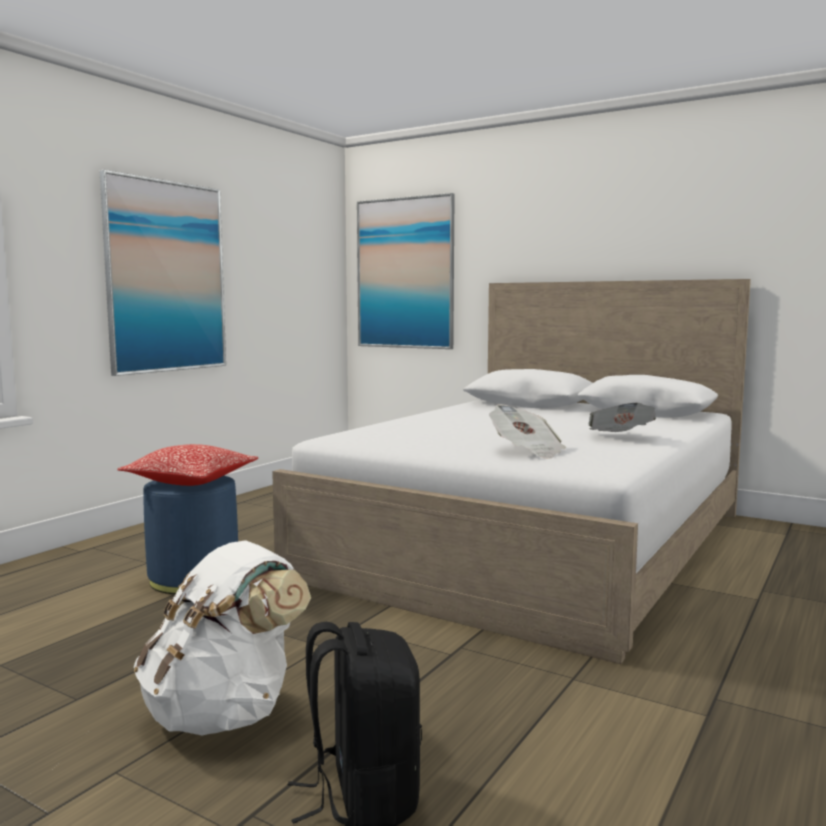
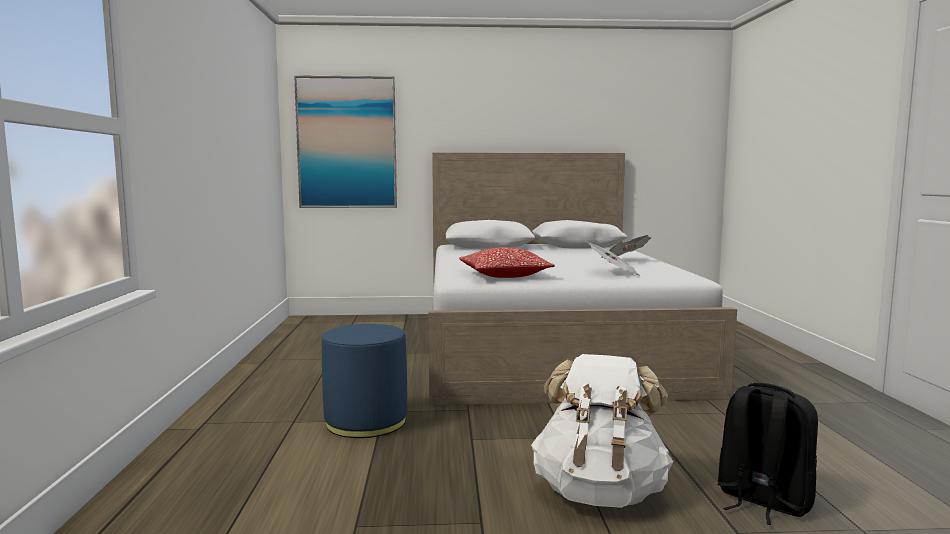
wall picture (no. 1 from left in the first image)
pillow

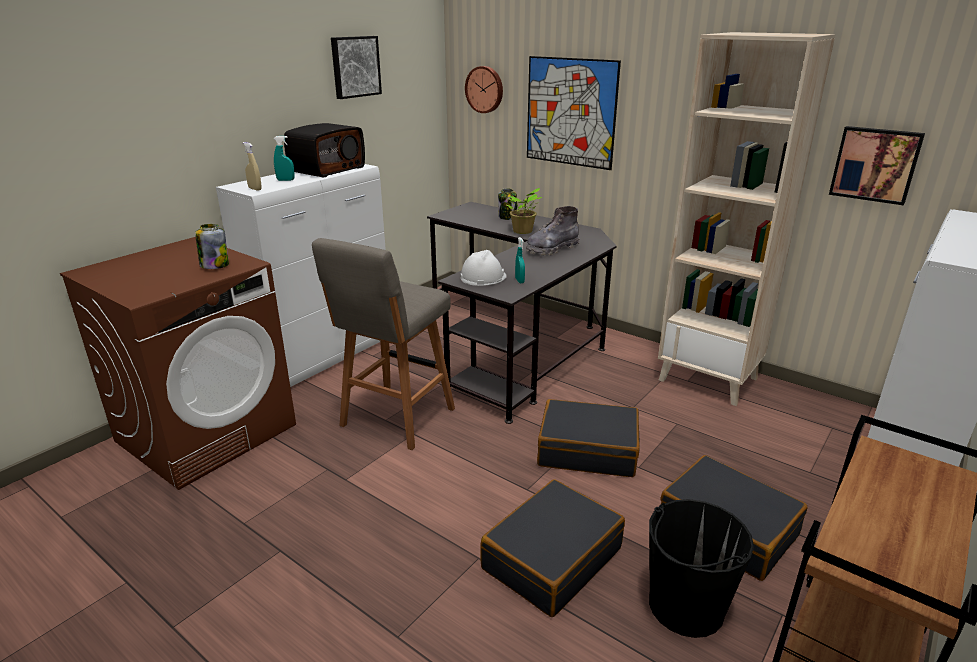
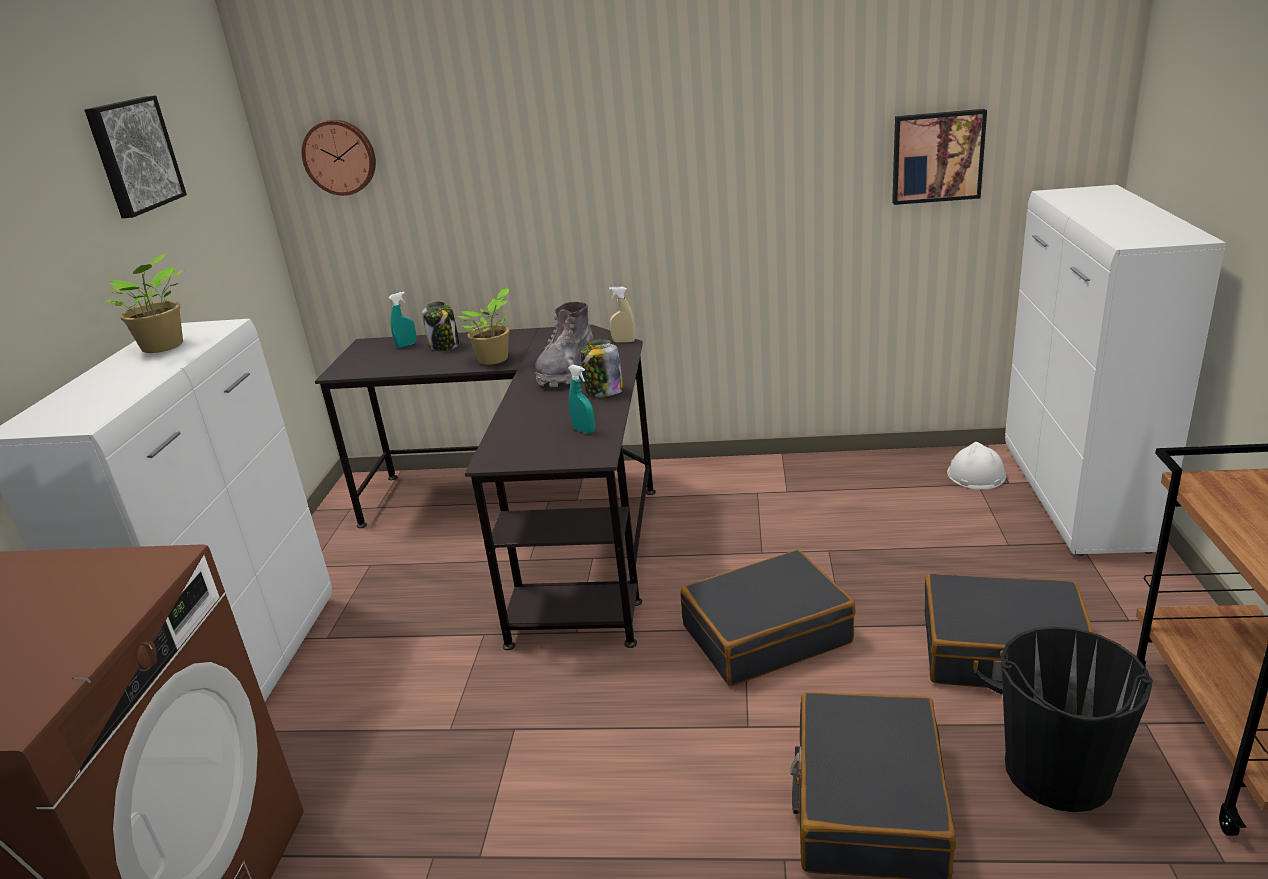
storage jar (no. 2 from left)
beige-coloured hand sprayer
turquoise hand sprayer (no. 1 from left)
houseplant (no. 1 from left)
gray stool seat
white-coloured hard hat
wall picture (no. 2 from left in the first image)
beige-coloured bookcase

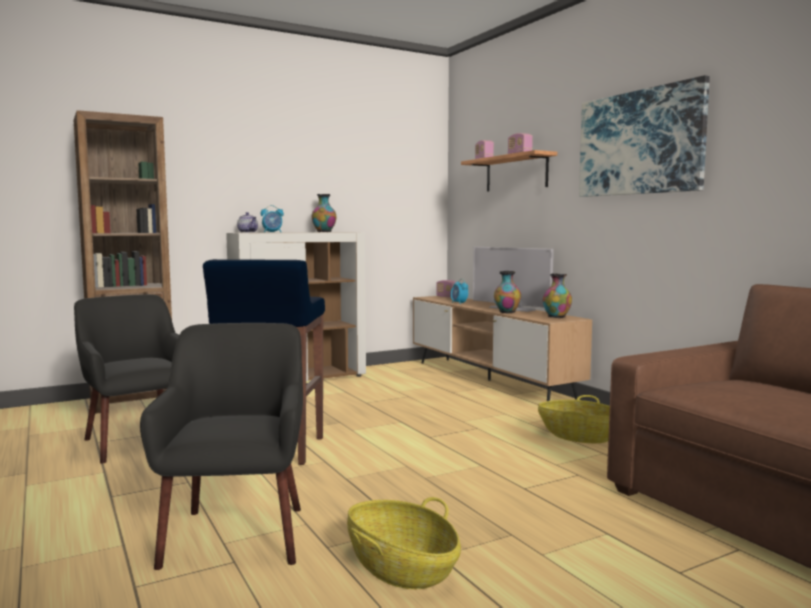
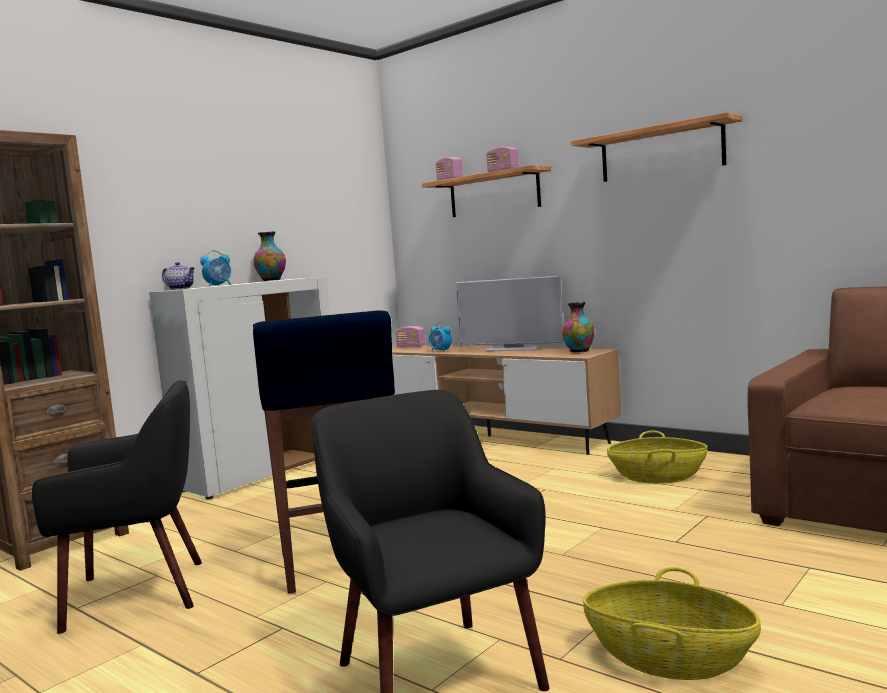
black-coloured armchair (no. 1 from left)
flower vase (no. 2 from left in the first image)
bracket shelf (no. 2 from left)

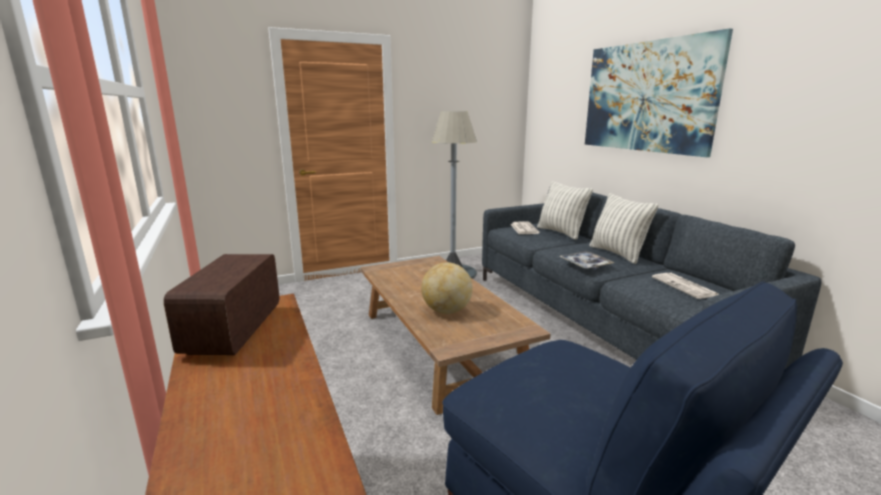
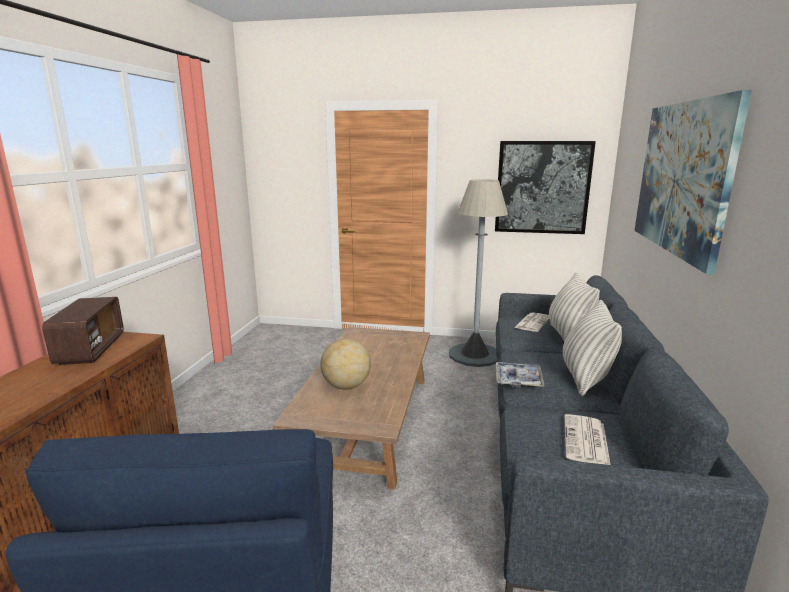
radio
wall picture (no. 1 from left)

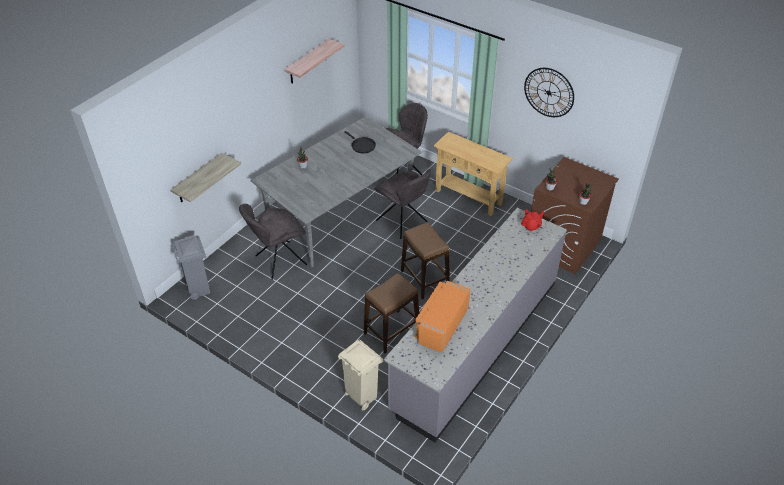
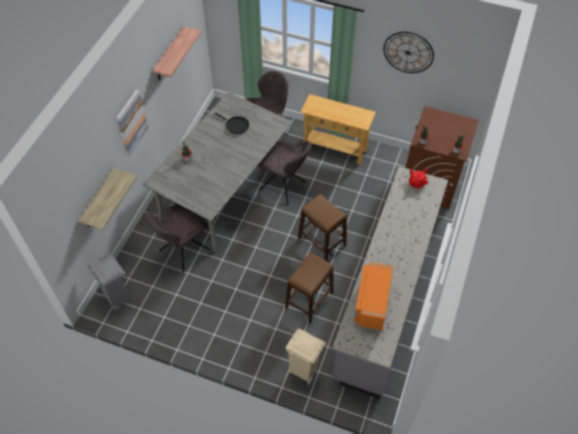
wall picture

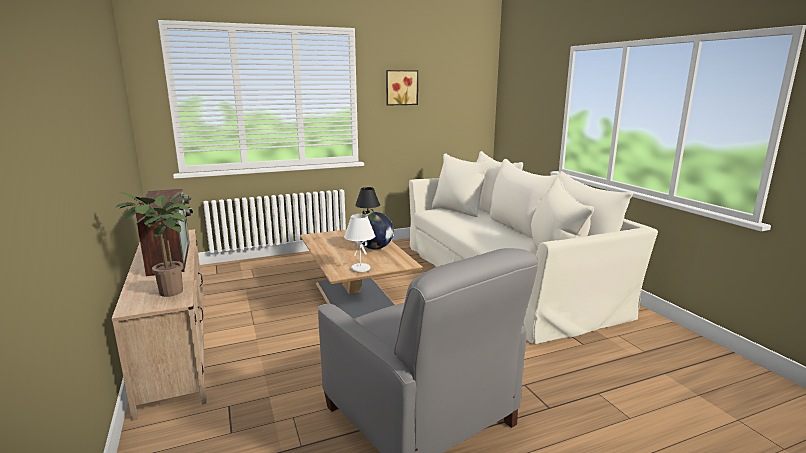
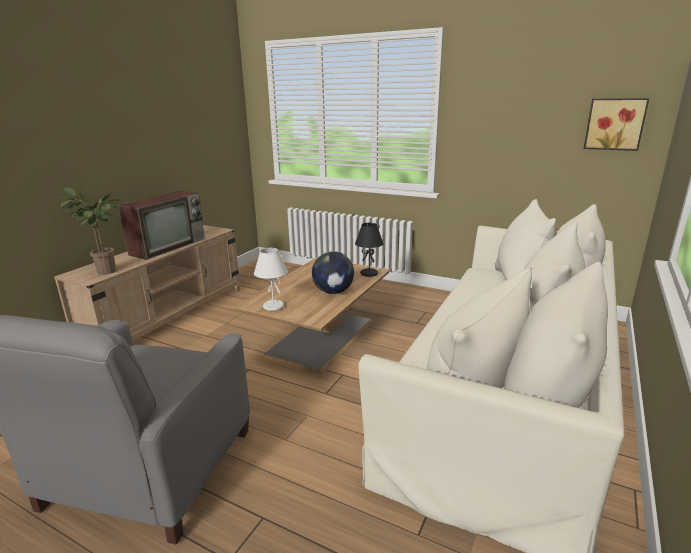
wall picture

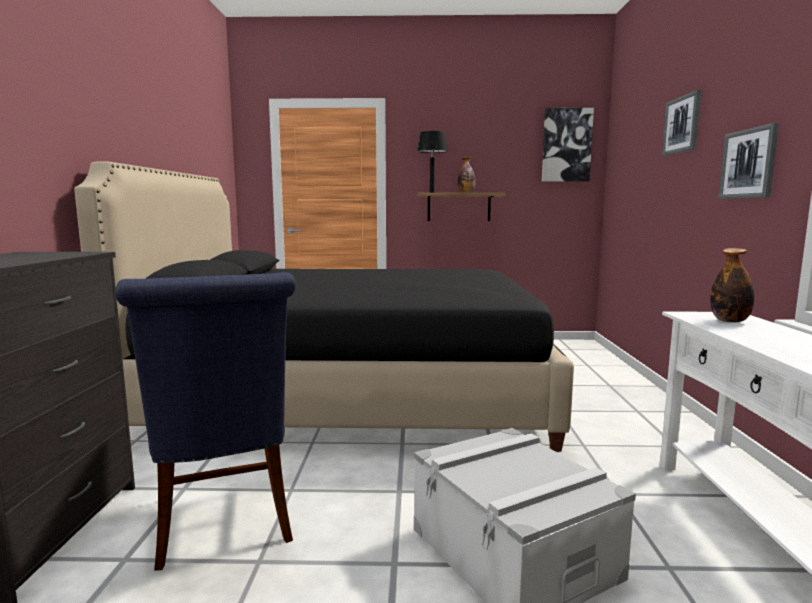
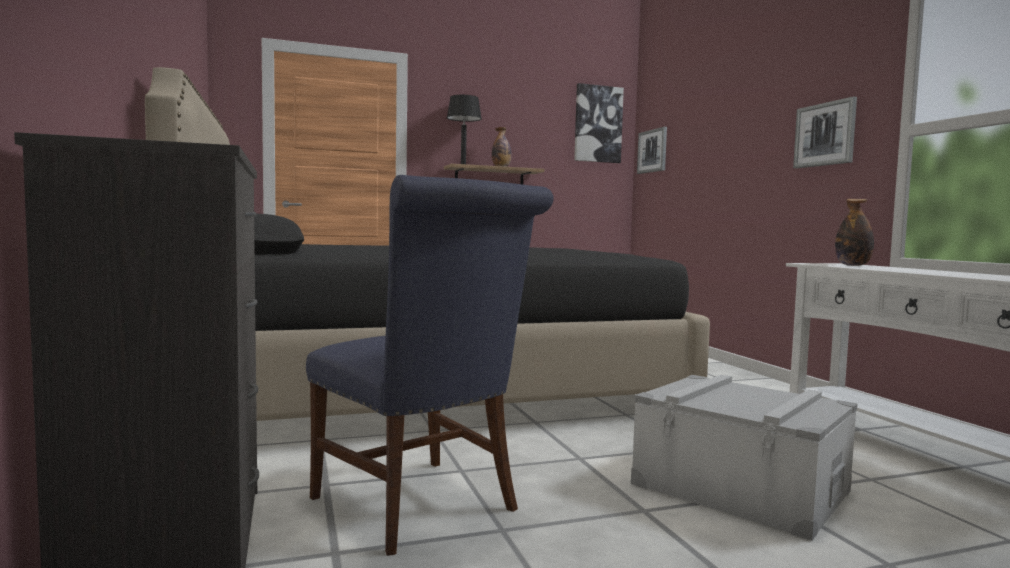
wall picture (no. 2 from left)

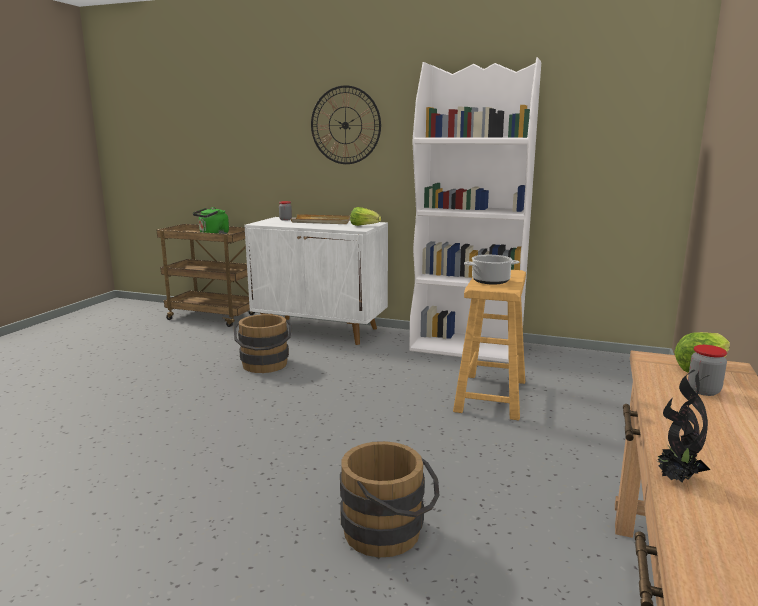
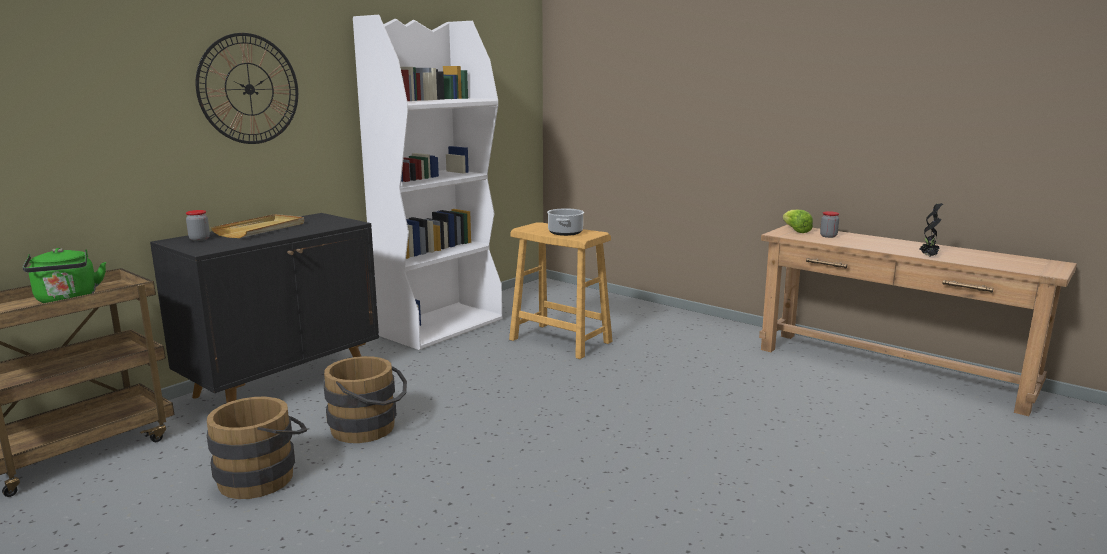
black-coloured storage cabinet
brown water bucket (no. 1 from left)
lettuce head (no. 1 from left in the first image)

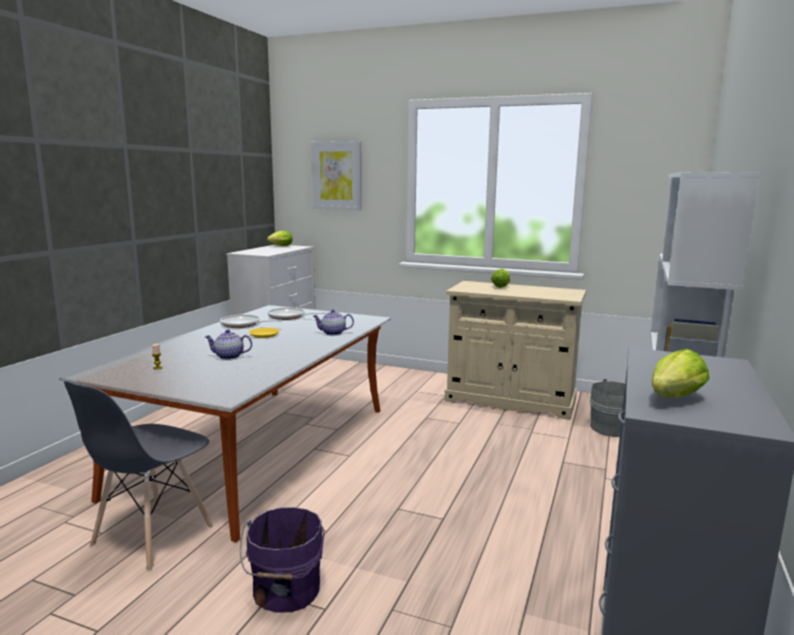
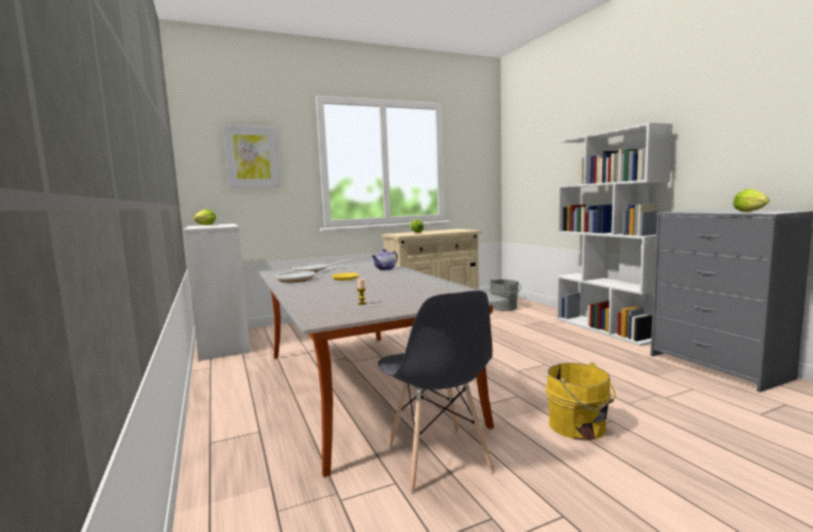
tea pot (no. 1 from left in the first image)
yellow-coloured water bucket

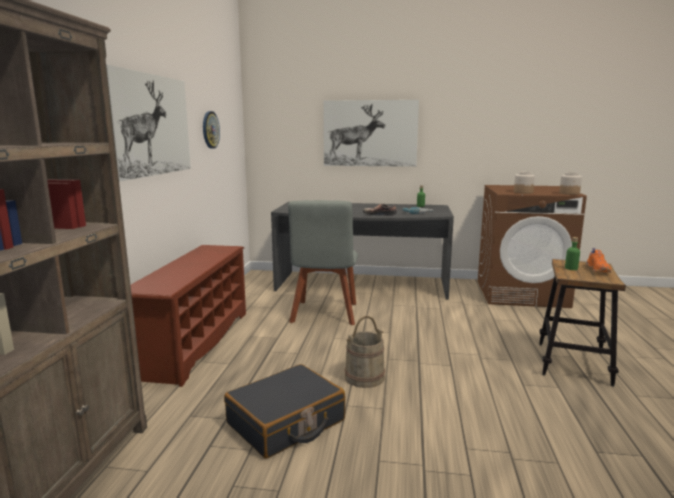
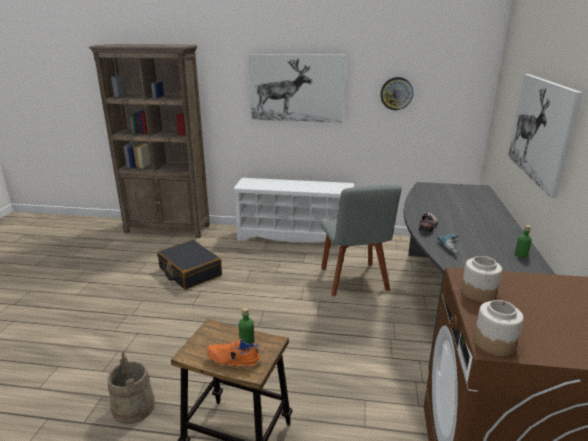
white-coloured shoe rack
gray chair
beige-coloured water bucket

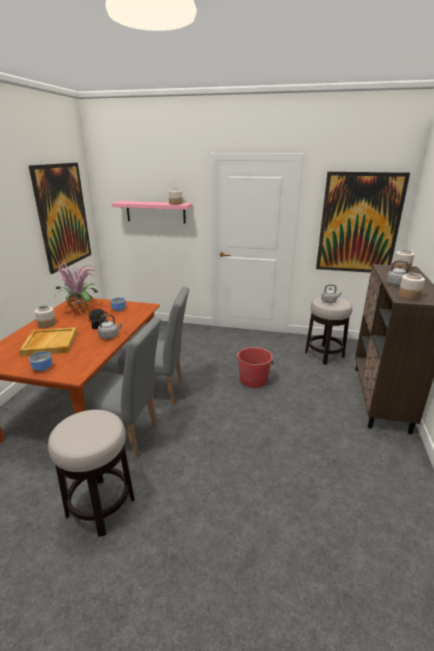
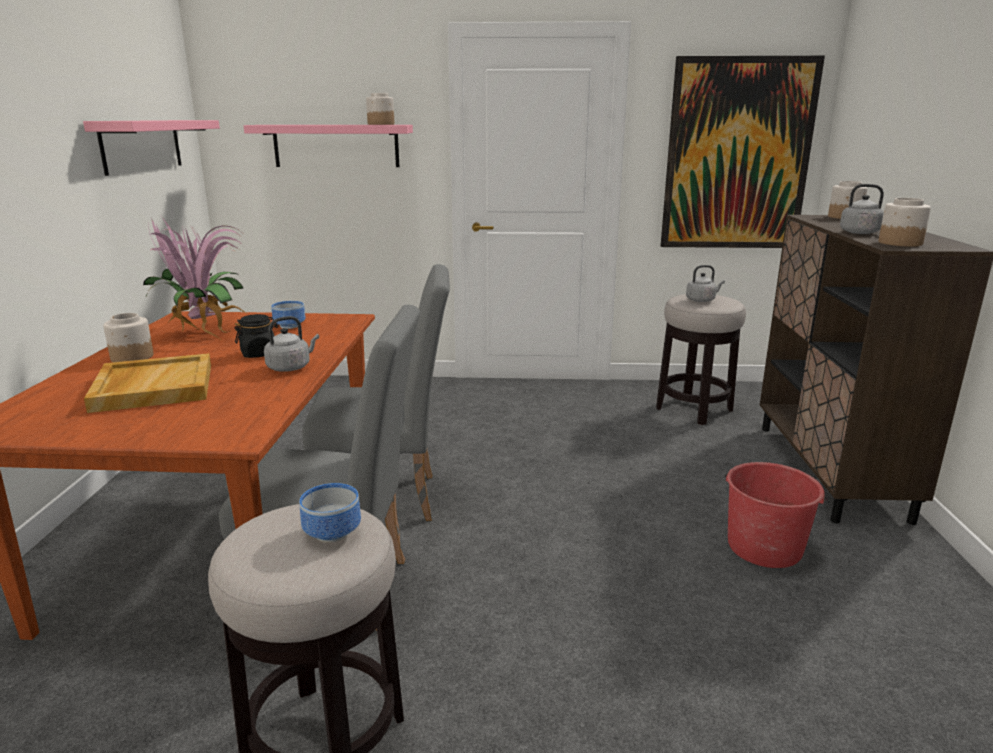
pink-coloured bracket shelf (no. 1 from left)
bowl (no. 2 from left)
red water bucket

